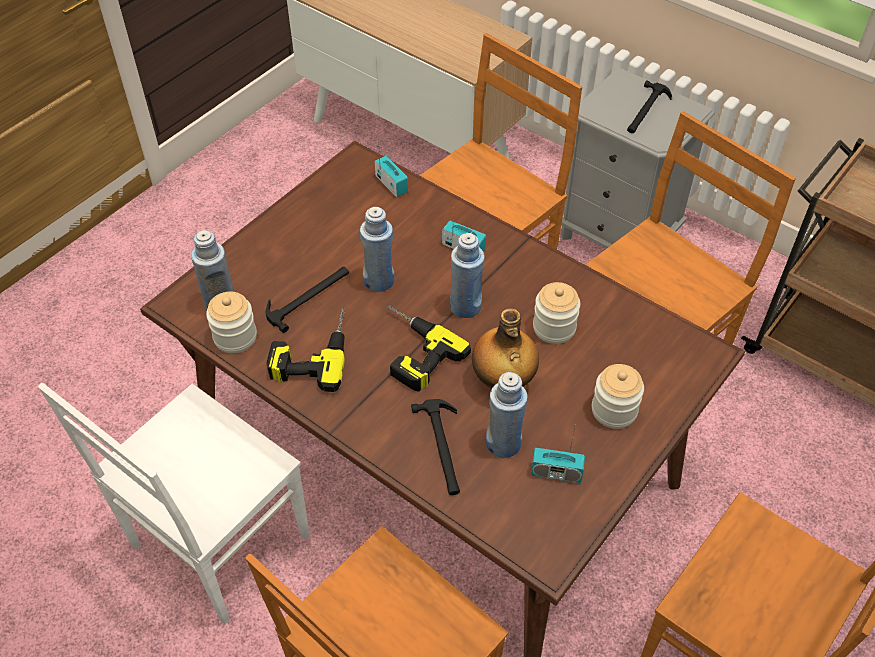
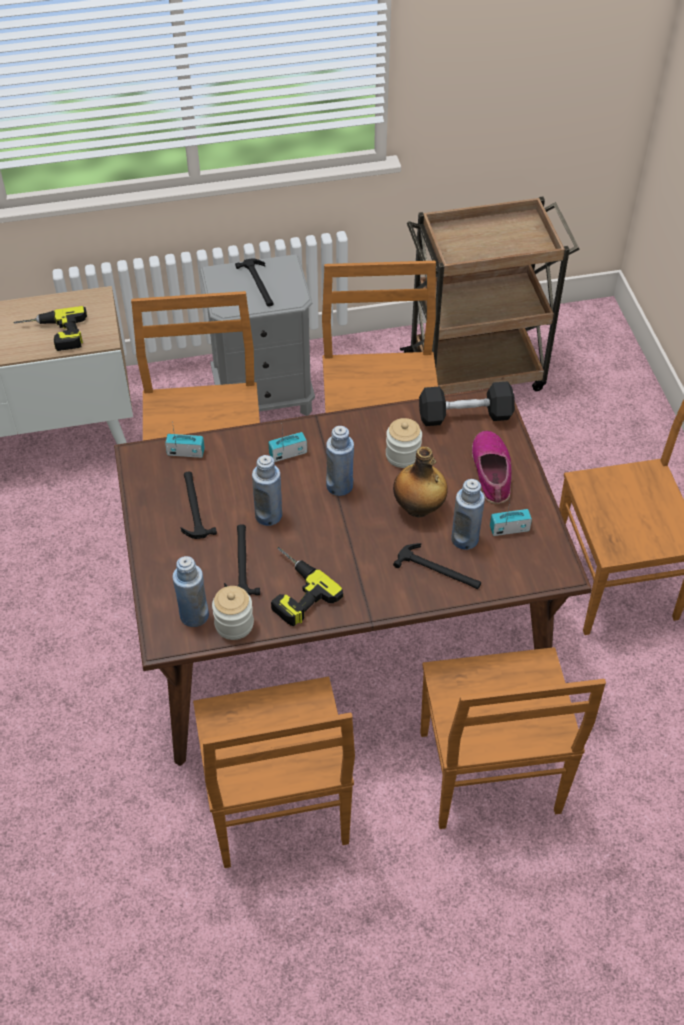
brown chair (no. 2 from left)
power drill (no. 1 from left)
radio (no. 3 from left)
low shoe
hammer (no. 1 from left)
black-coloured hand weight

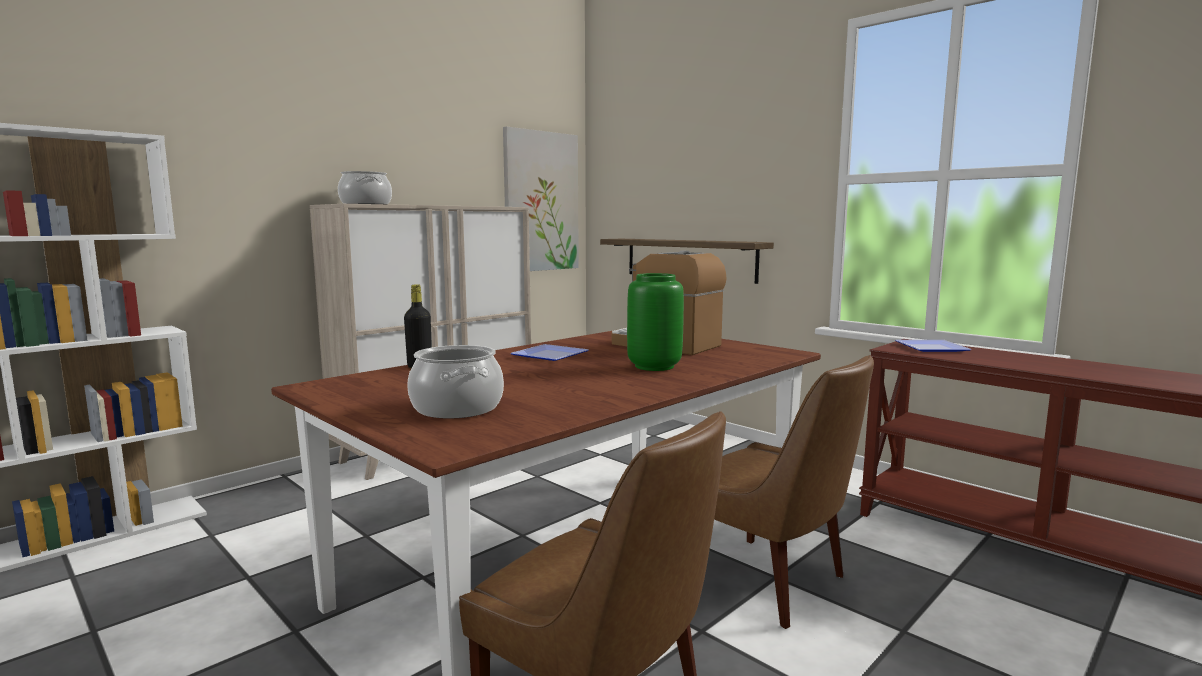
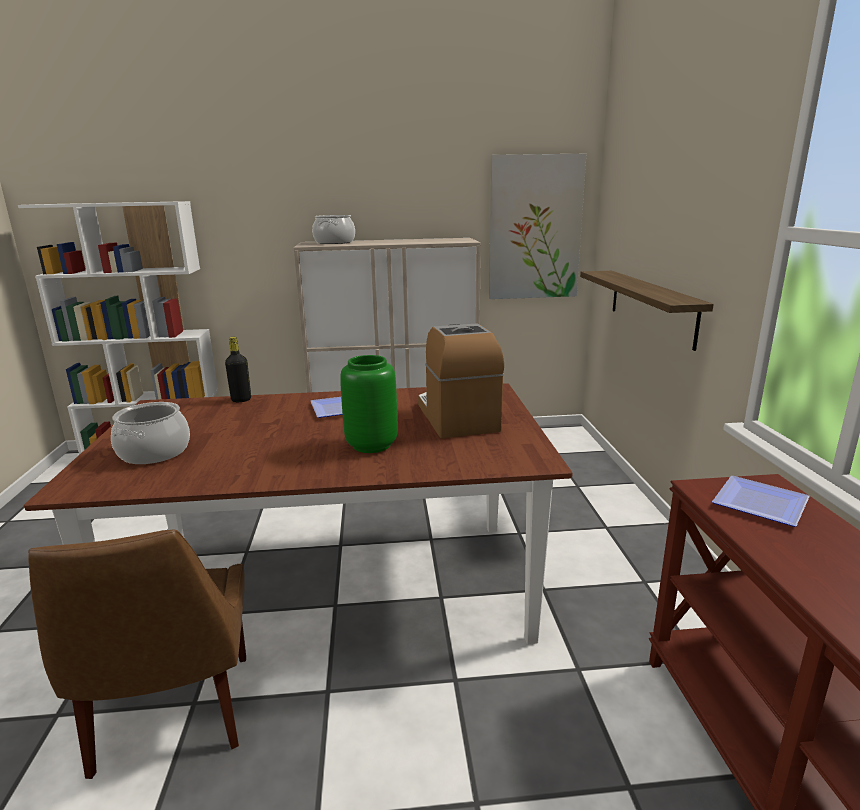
brown chair (no. 2 from left in the first image)

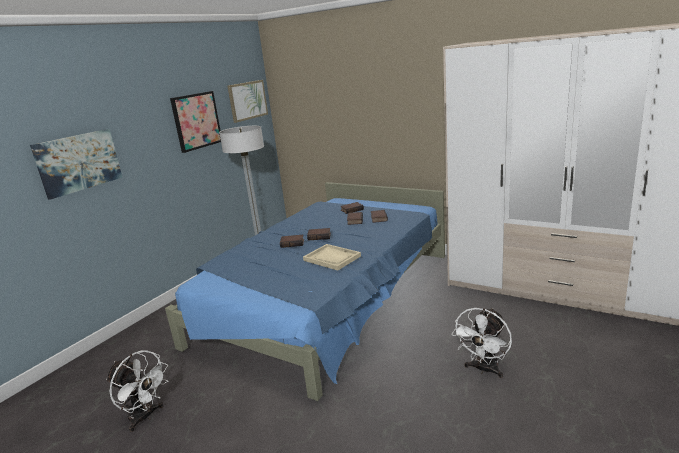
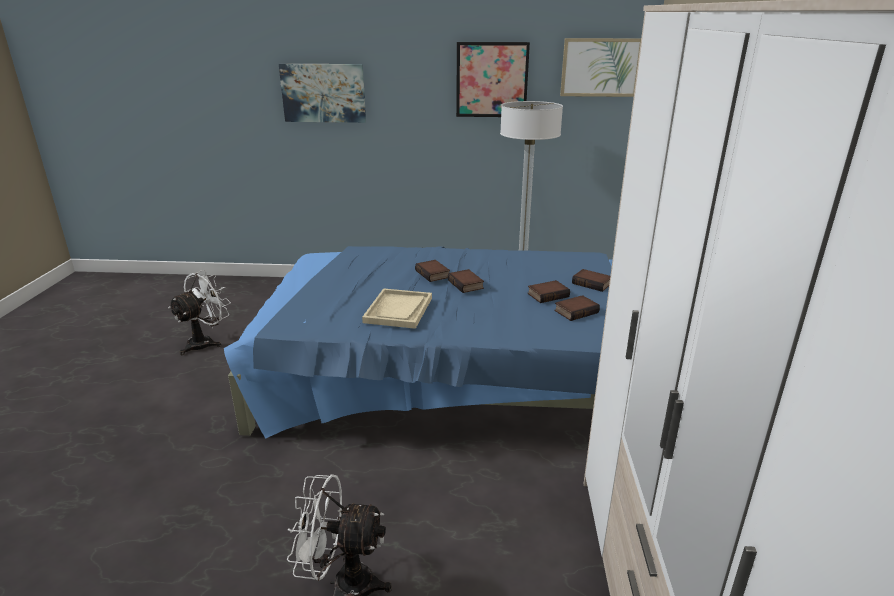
white-coloured electric fan (no. 1 from left)

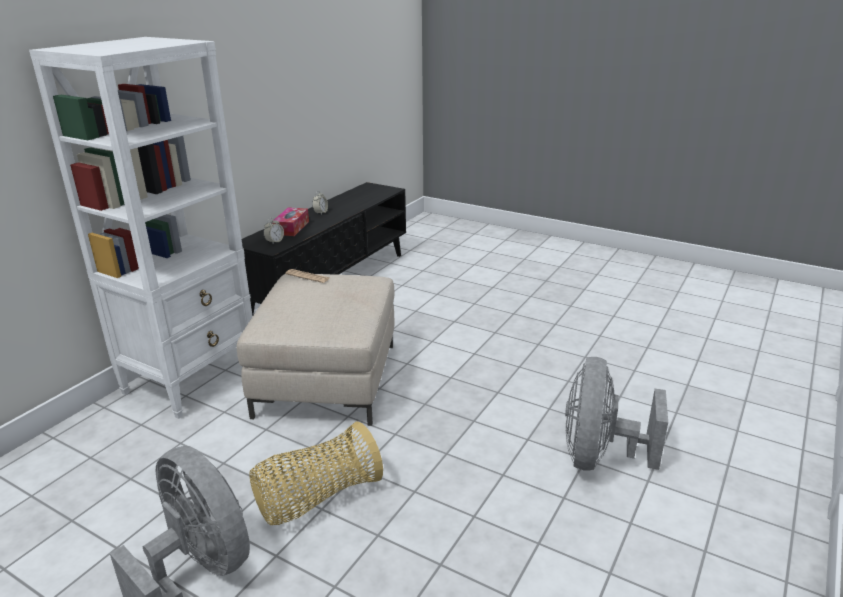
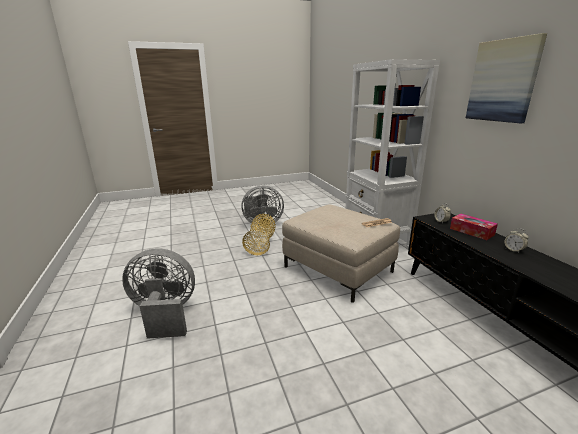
gray electric fan (no. 1 from left)
wall picture

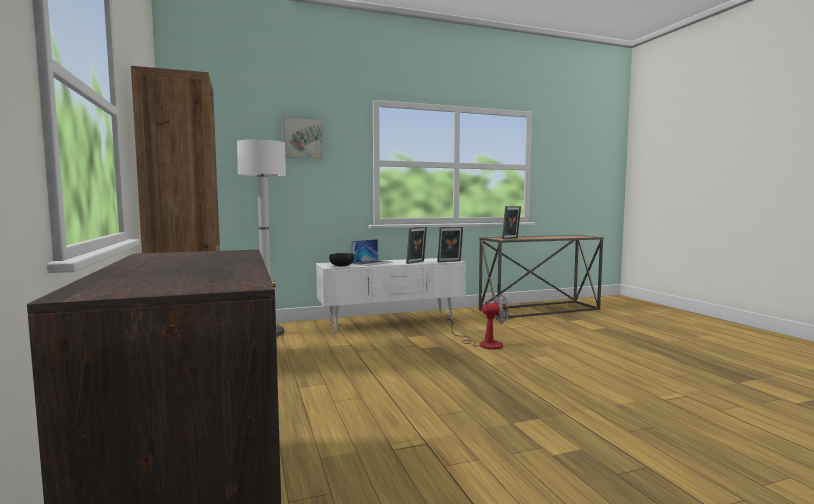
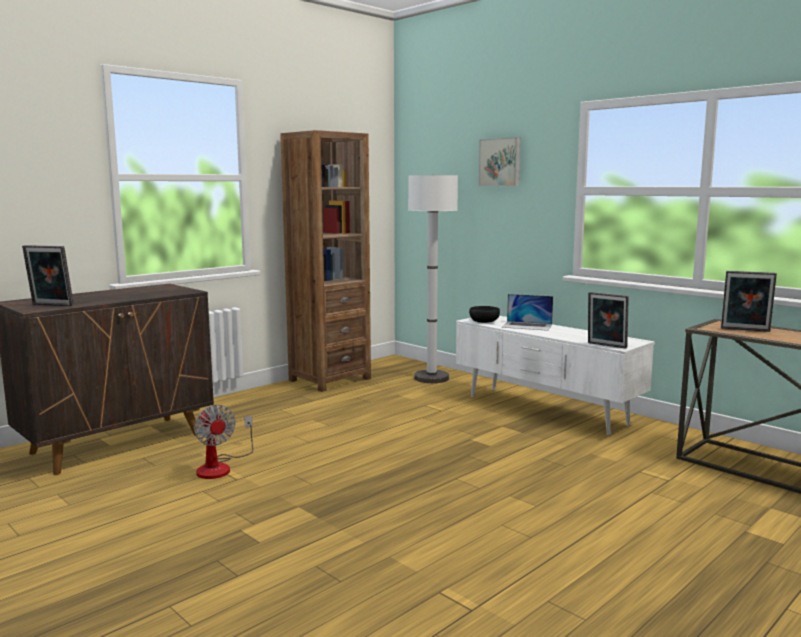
standing frame (no. 1 from left)
electric fan

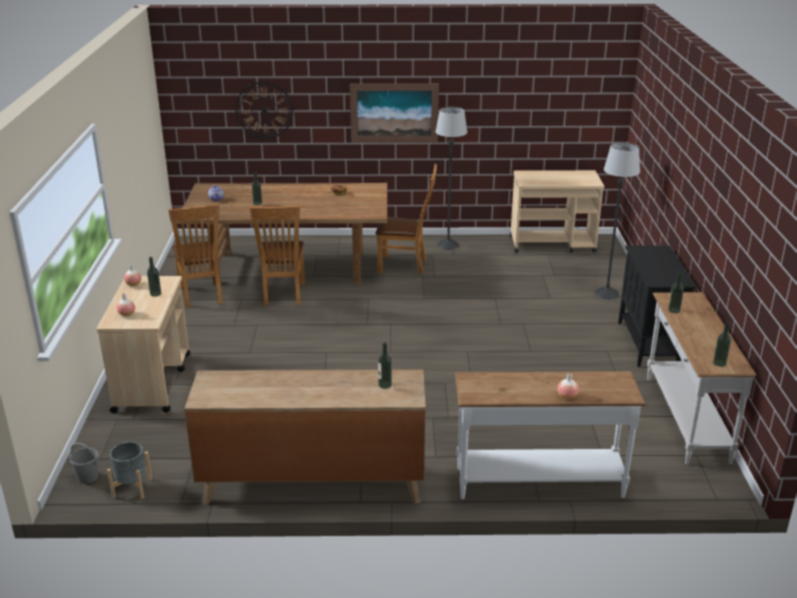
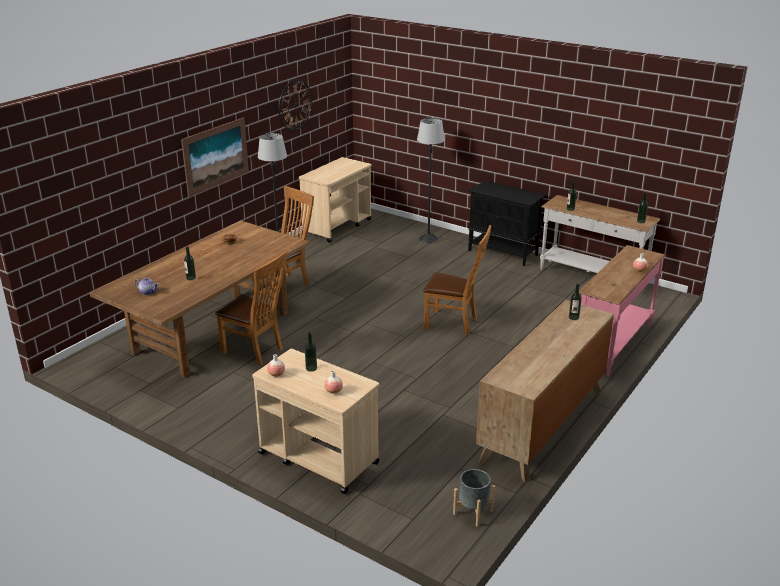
gray water bucket
brown chair (no. 3 from left)
clock on the wall
pink-coloured console table

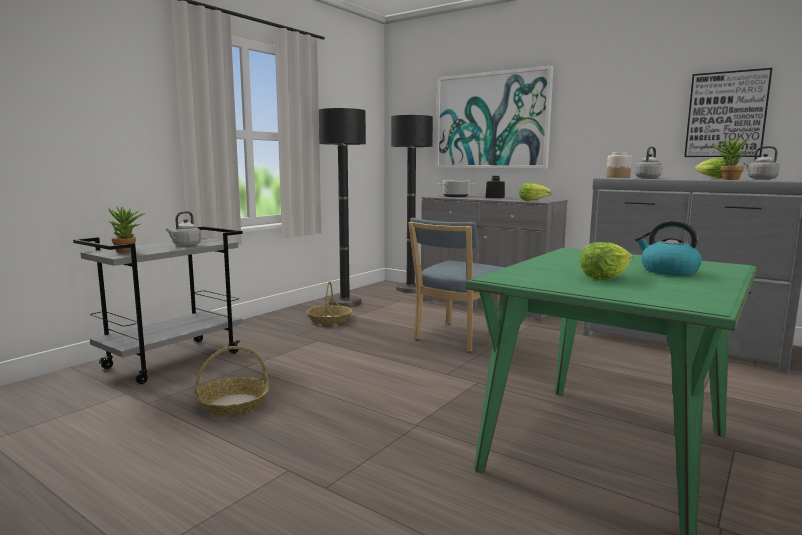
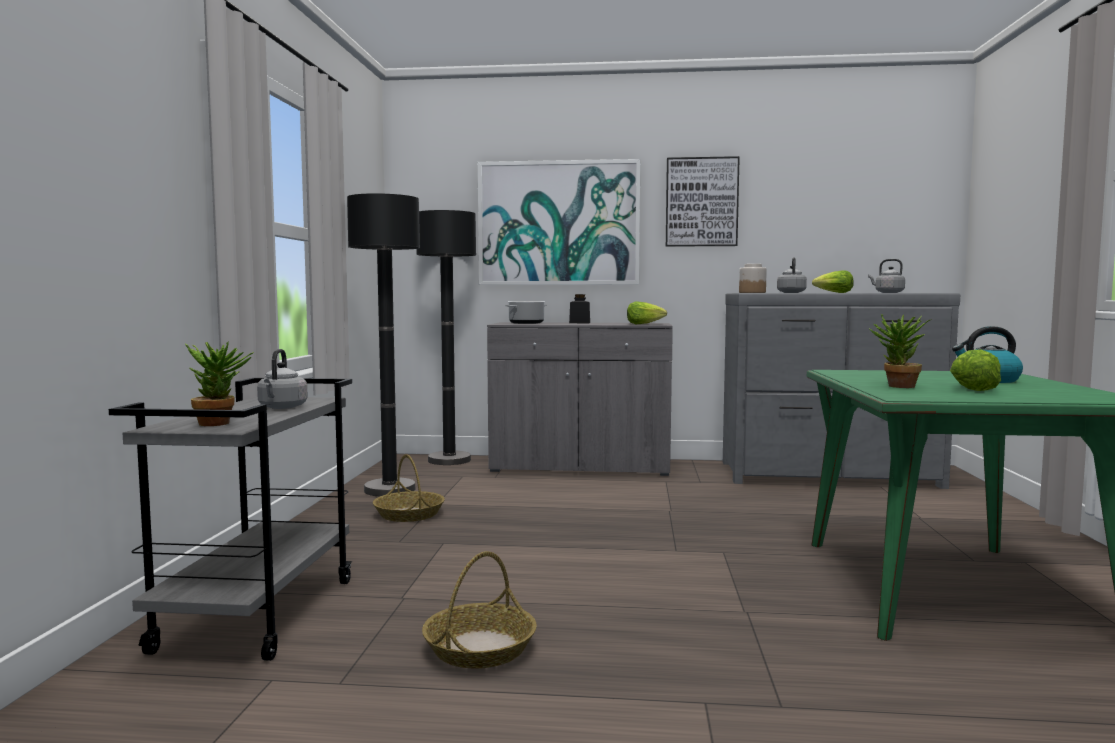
blue chair
wall picture (no. 2 from left)
houseplant (no. 2 from left)

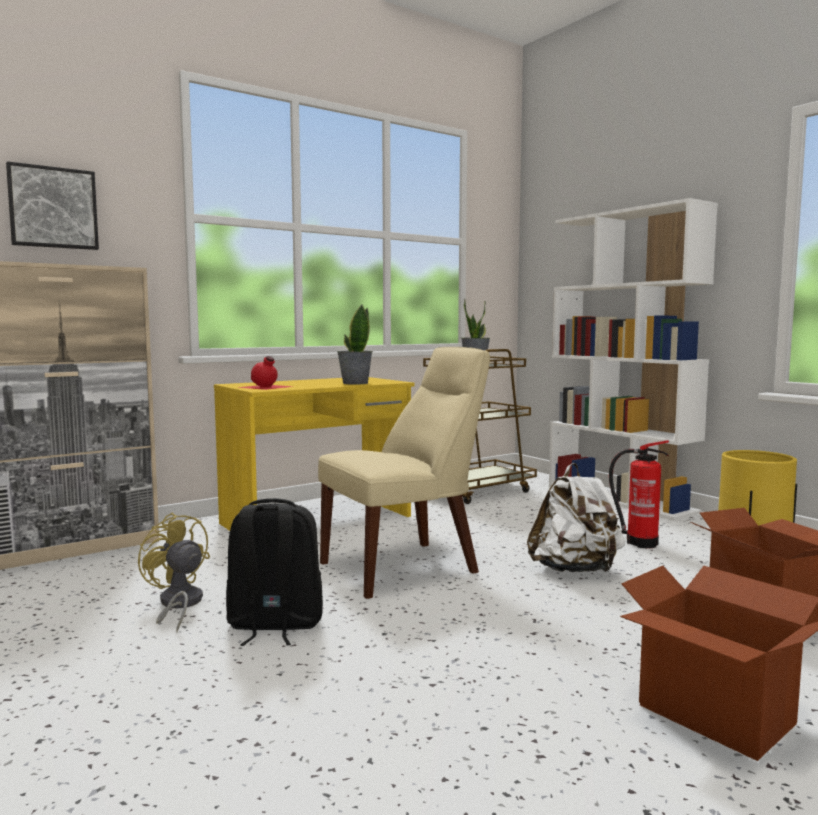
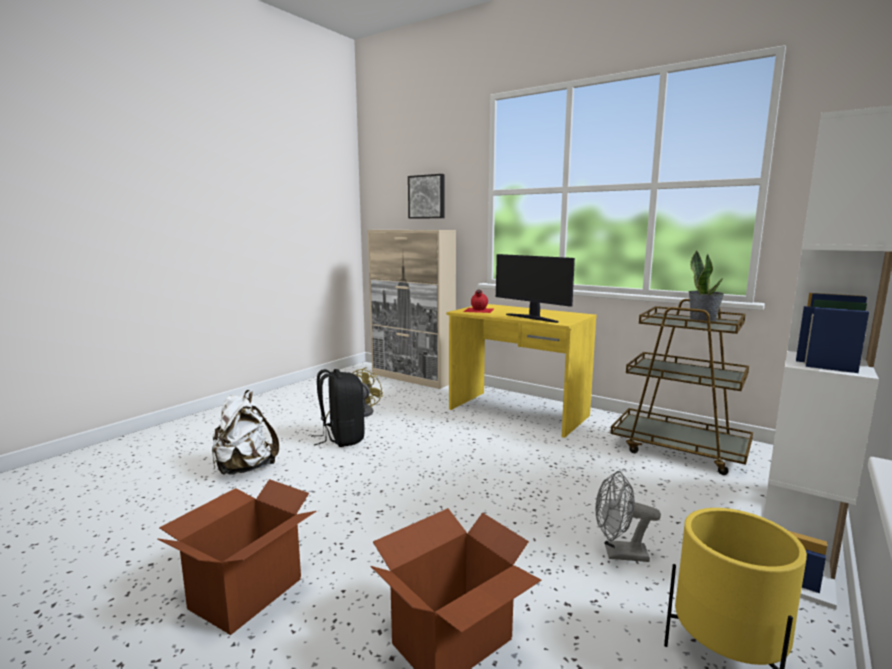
beige-coloured chair
computer display
white-coloured knapsack
gray electric fan

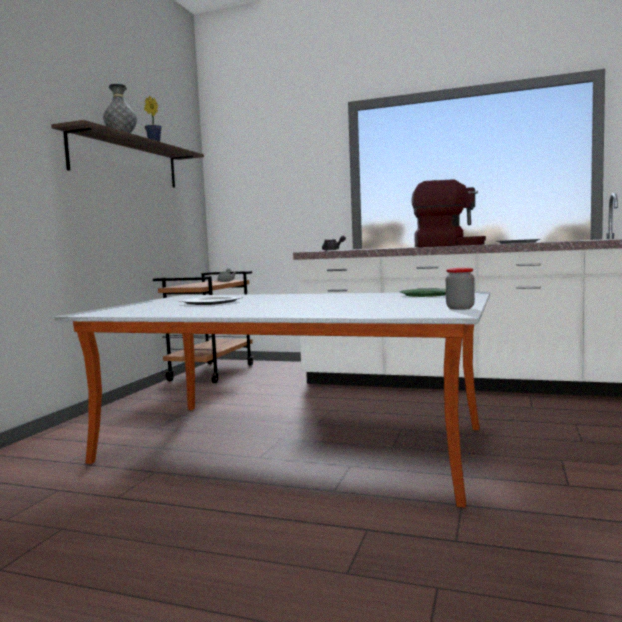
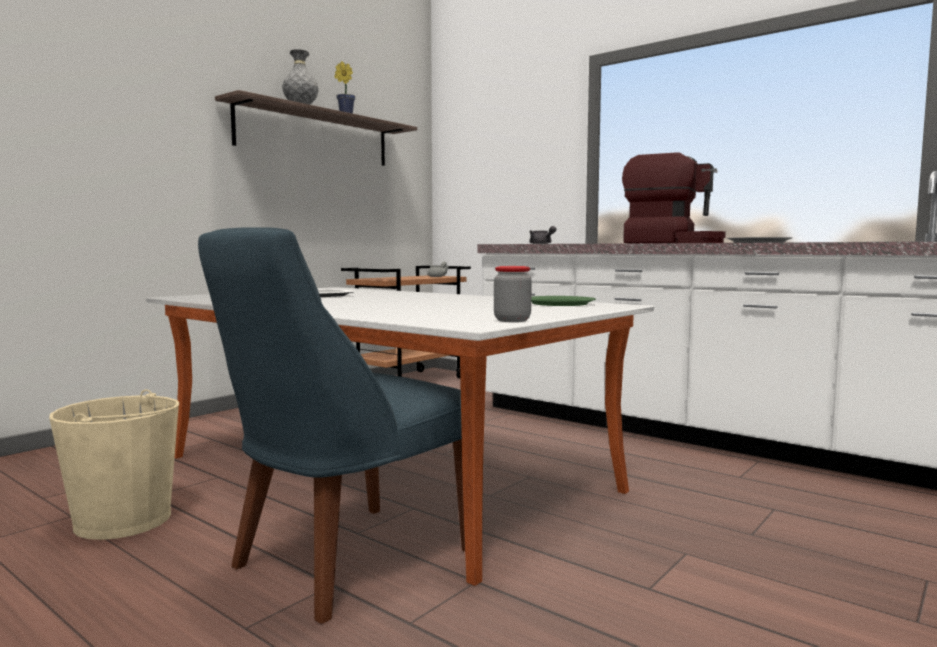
beige-coloured water bucket
blue chair

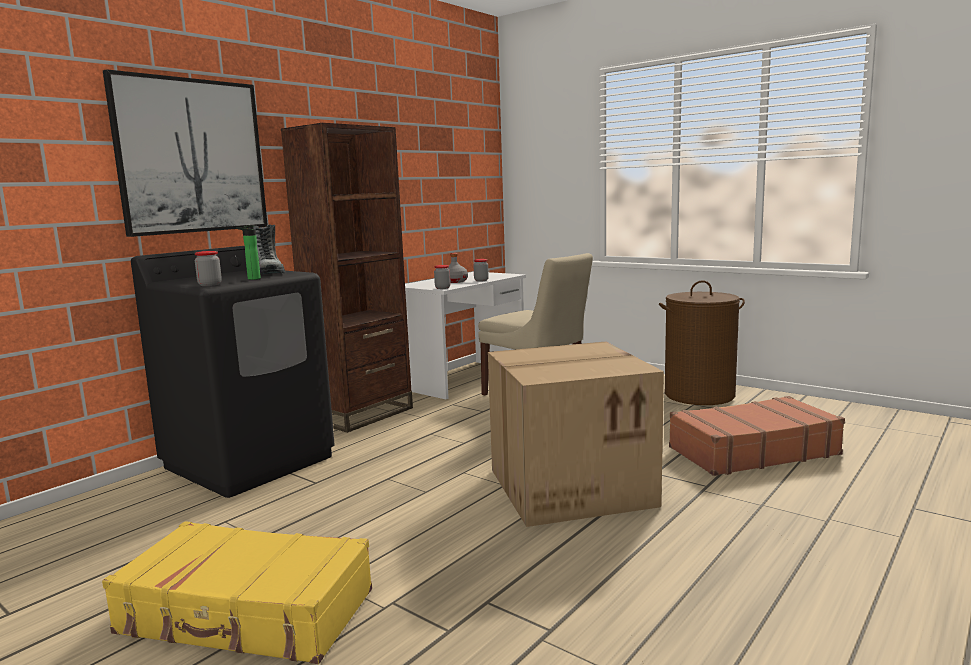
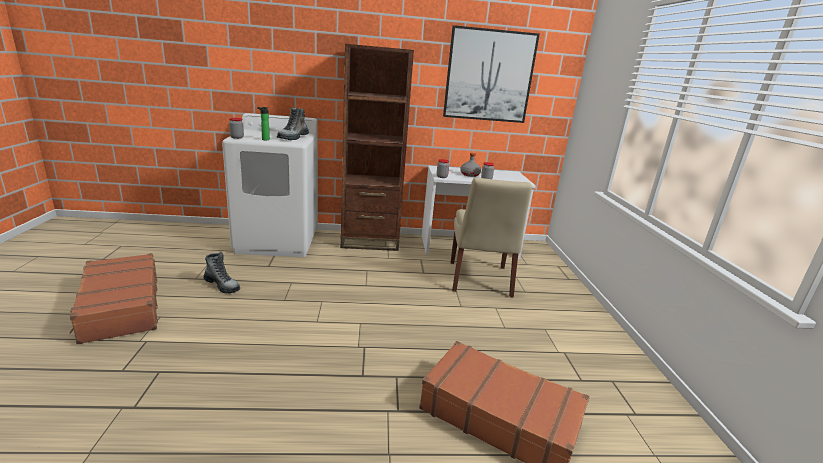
brown piece of luggage (no. 1 from left)
wall picture
white-coloured laundry appliance
packing box
brown washing basket
boot (no. 1 from left)

